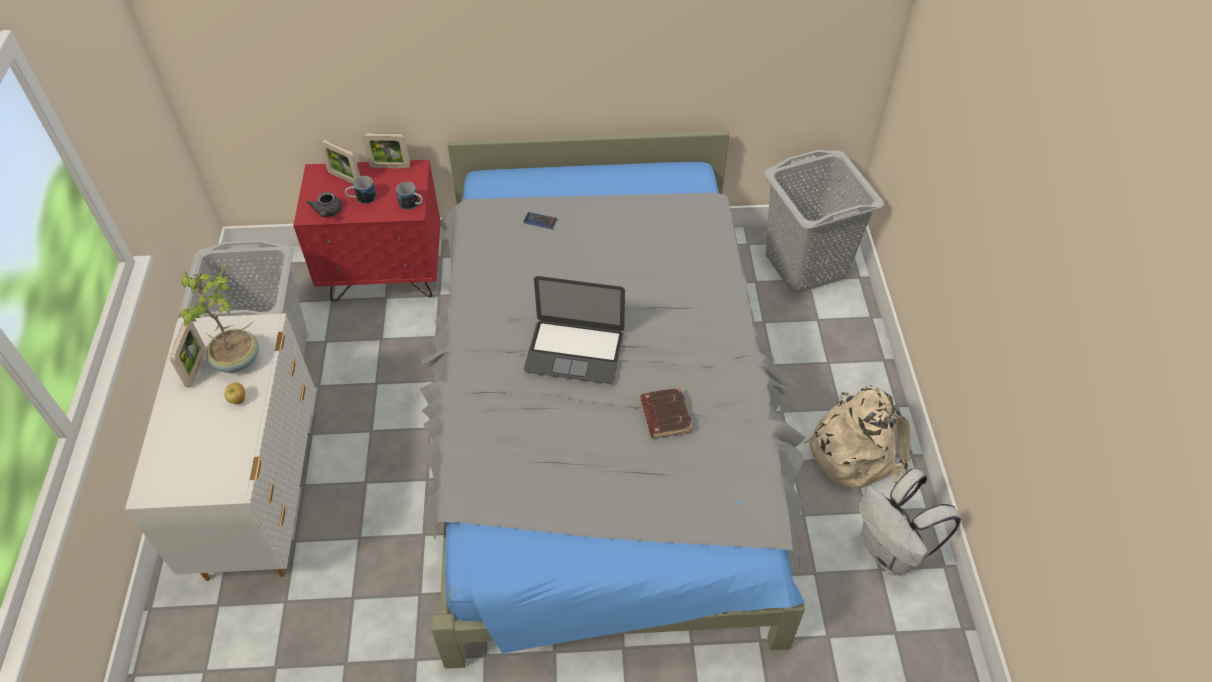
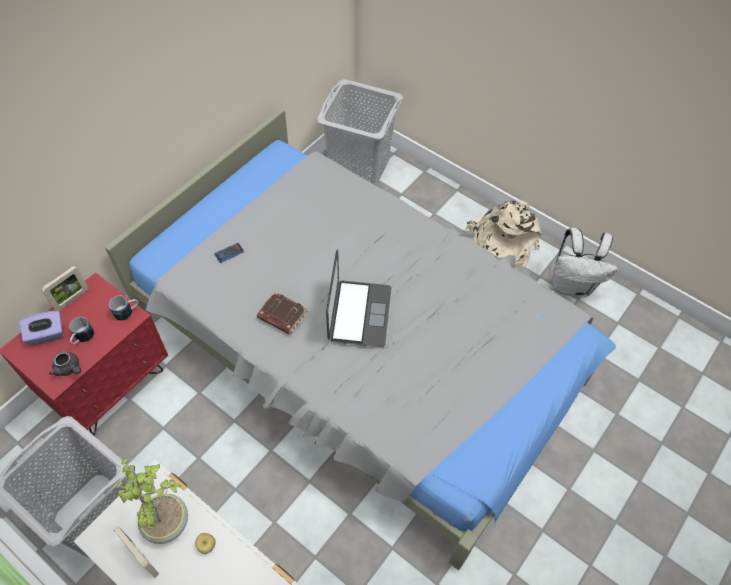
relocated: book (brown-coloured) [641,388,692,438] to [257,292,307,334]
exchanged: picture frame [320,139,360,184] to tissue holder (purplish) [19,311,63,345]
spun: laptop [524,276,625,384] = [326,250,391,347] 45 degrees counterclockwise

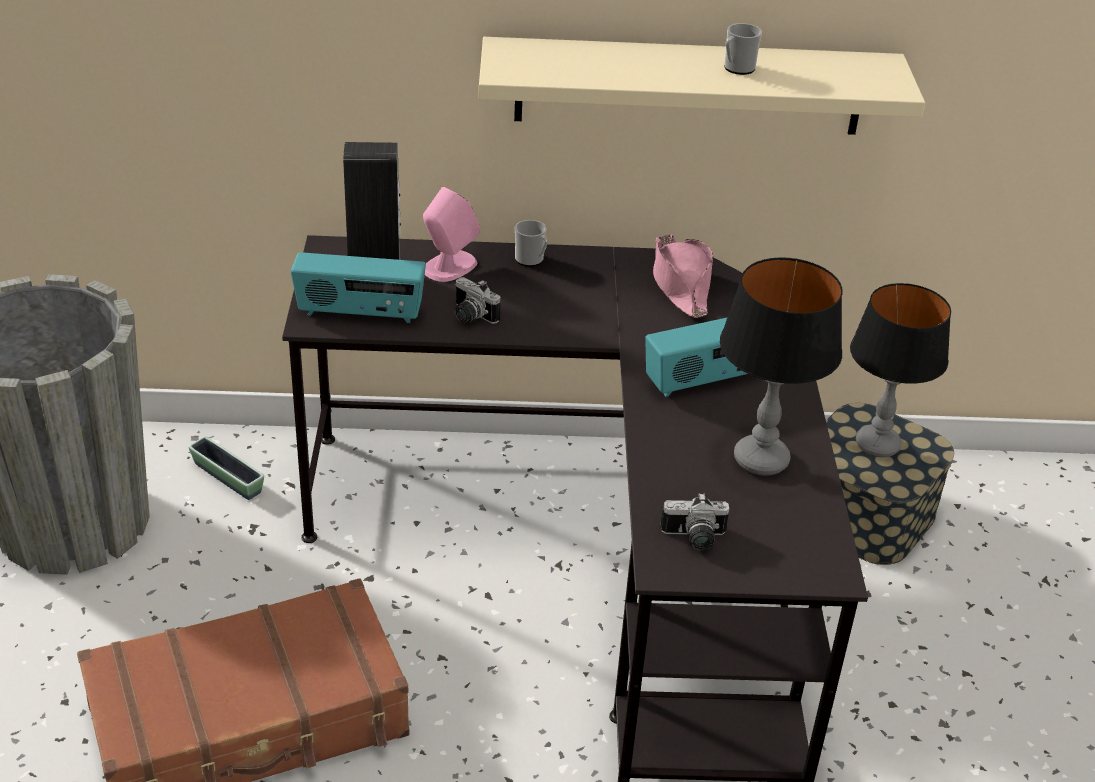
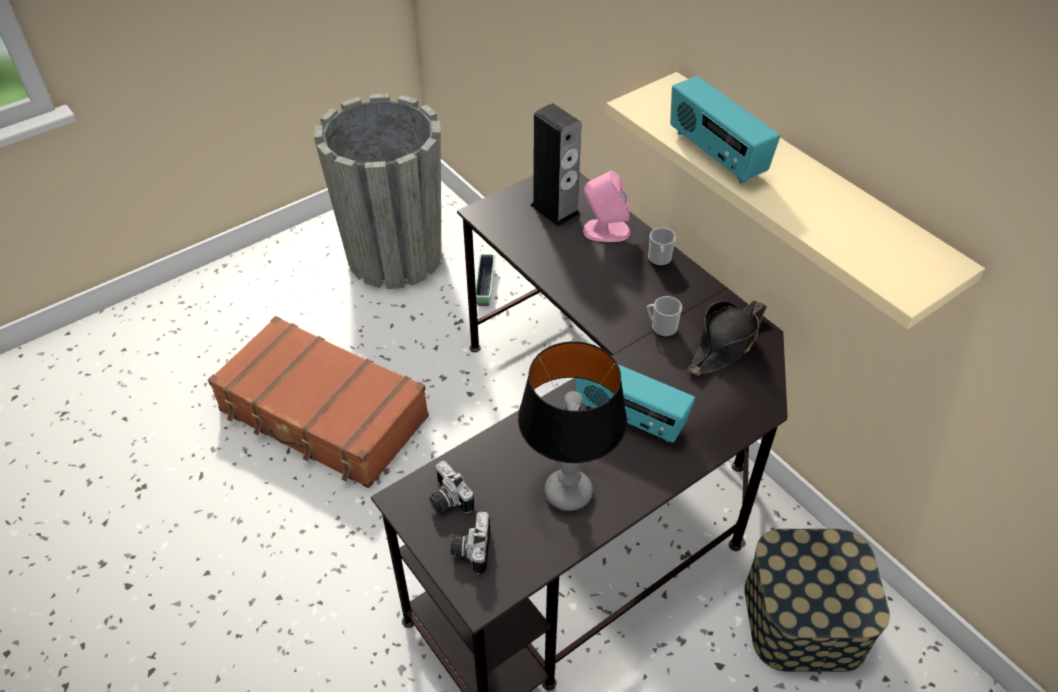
missing: lamp for a table [850,283,951,457]
relocated: radio set [291,252,426,323] to [670,76,780,184]; still camera [455,277,500,324] to [450,512,490,574]; tea mug [724,23,762,75] to [647,296,682,337]
colour: wearable hat (pink) [653,235,713,318] to wearable hat (blackish) [687,300,767,375]

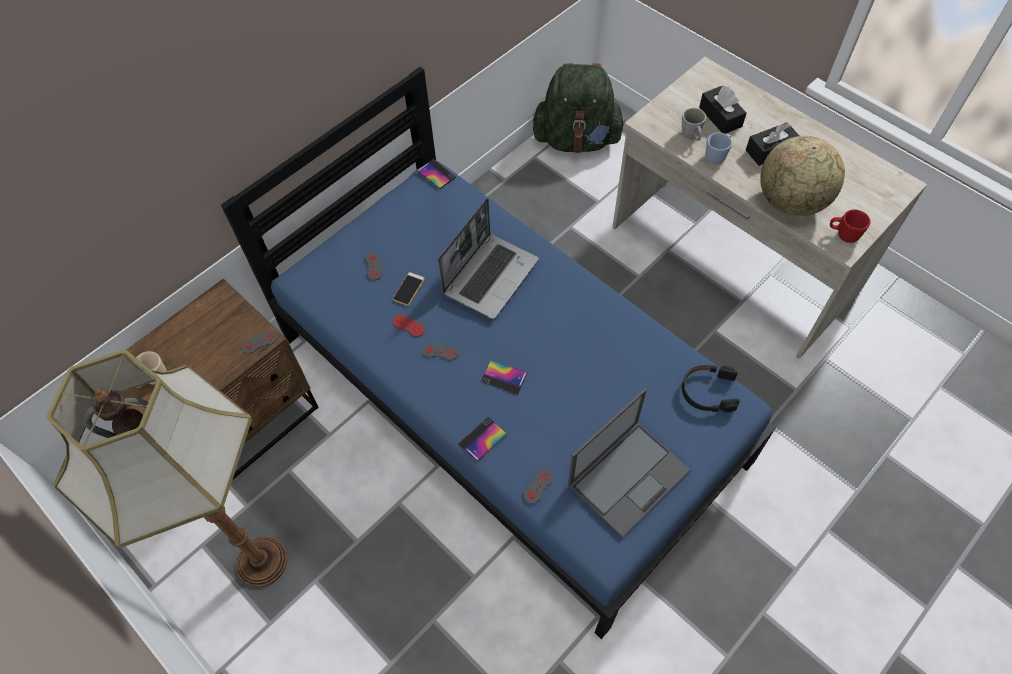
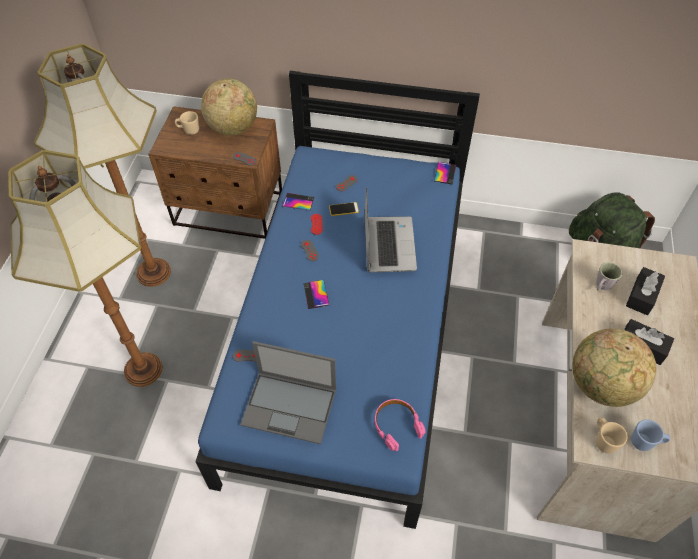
appeared: standard lamp [8,150,162,387]; world globe [201,79,257,136]
relocated: phone [458,417,507,462] to [282,193,314,211]; tea mug (bluish) [705,132,732,164] to [631,419,670,451]
colour: headset (blackish) [682,365,740,412] to headset (pink) [375,399,425,451]; tea mug (red-coloured) [830,210,870,243] to tea mug (beige) [596,417,628,454]
spun: laptop [438,198,539,319] = [365,187,417,272] 90 degrees counterclockwise

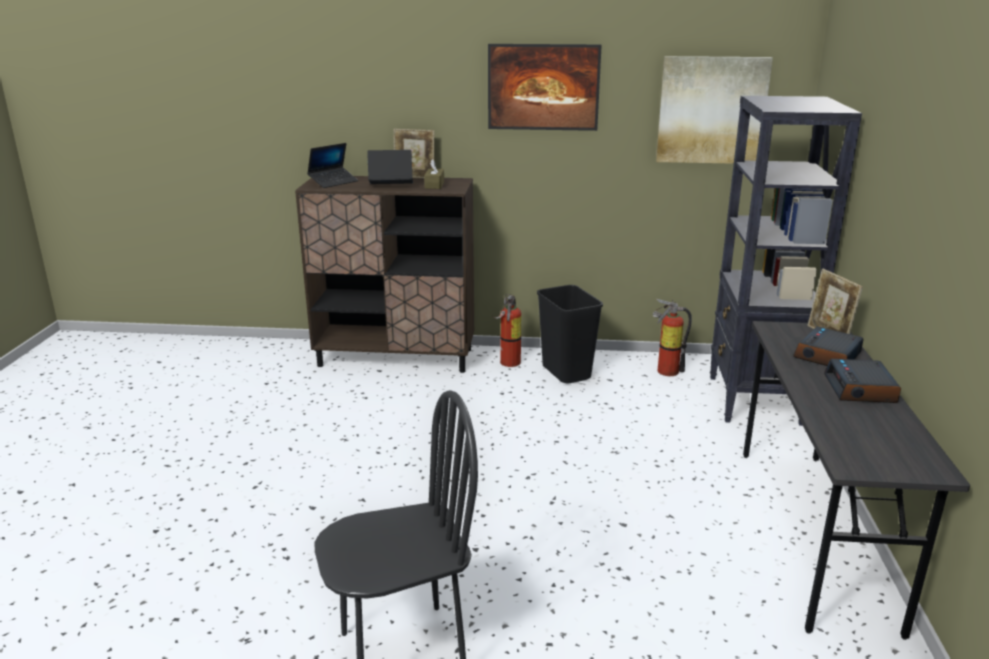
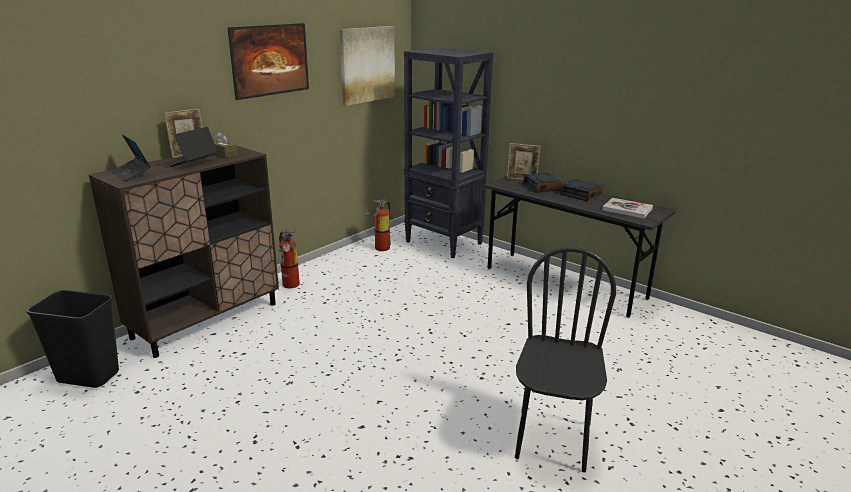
appeared: book [602,198,653,219]
relocated: trash can (blackish) [537,285,603,383] to [26,290,119,388]
spun: laptop [307,143,358,188] = [112,134,151,182] 150 degrees clockwise

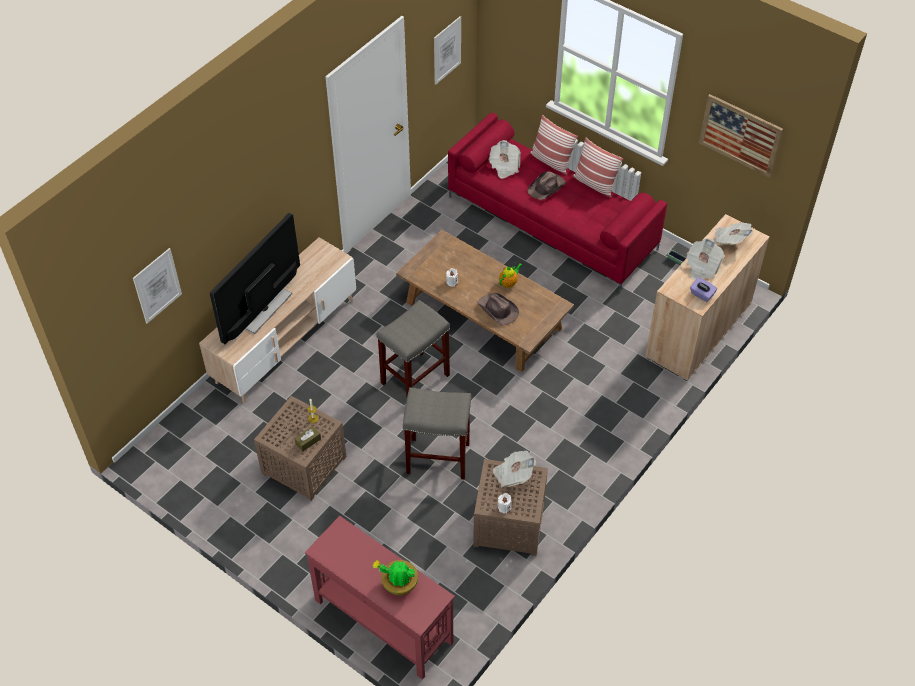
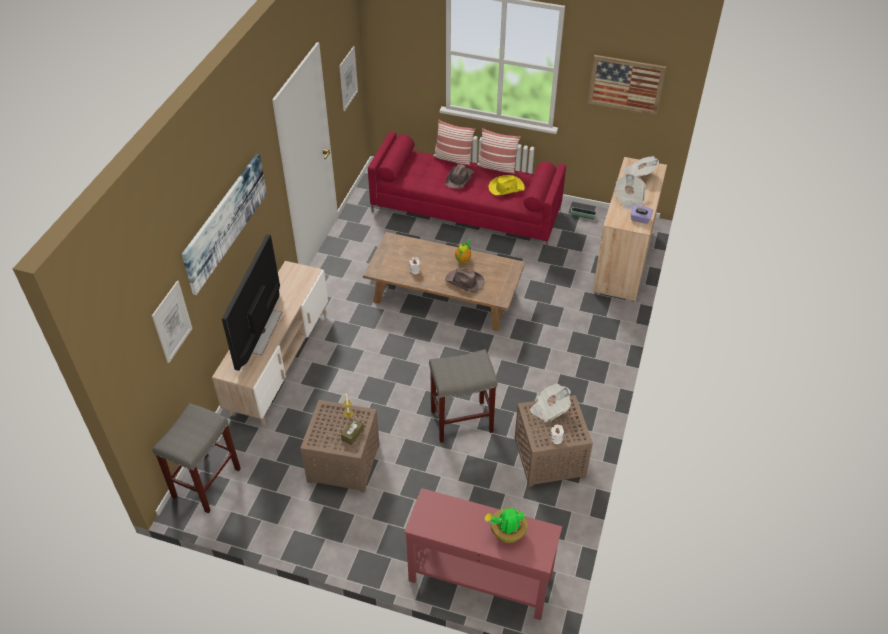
missing: daily paper [489,140,521,179]
appeared: wall picture [182,153,267,295]; wearable hat (yellowish) [488,175,525,195]
relocated: stool seat (greyish) [376,300,450,396] to [153,403,241,513]

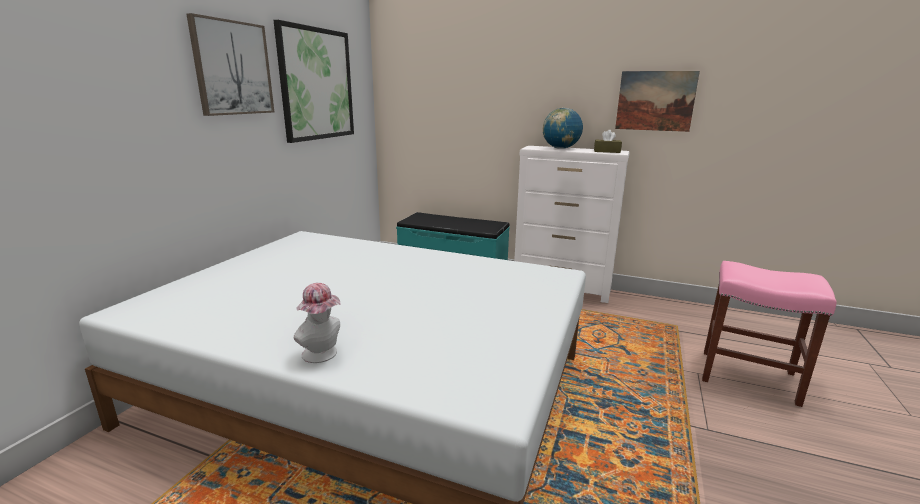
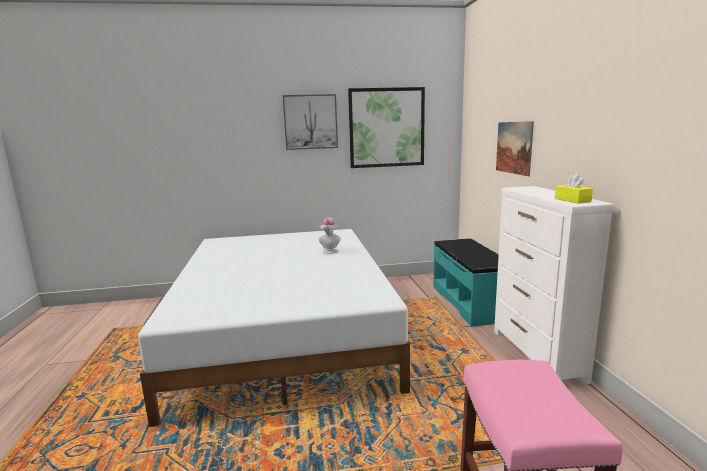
missing: world globe [543,108,583,149]
relocated: wearable hat [293,283,341,363] to [319,217,341,254]; wall picture [615,71,700,132] to [496,121,534,176]
colour: tissue holder (brown-coloured) [594,130,622,153] to tissue holder (yellowish) [555,174,593,204]

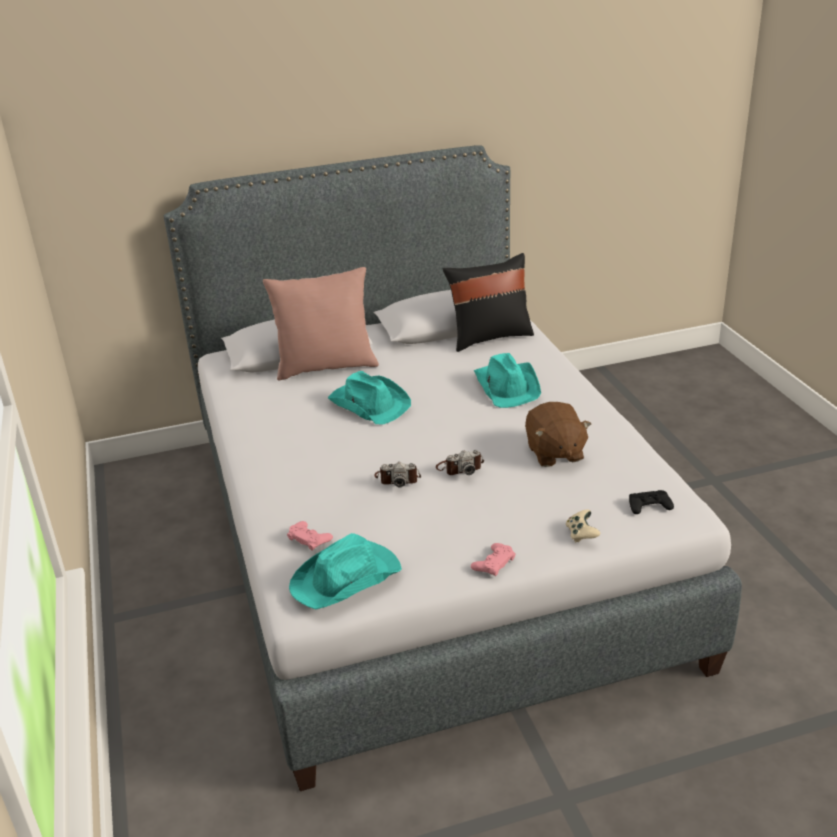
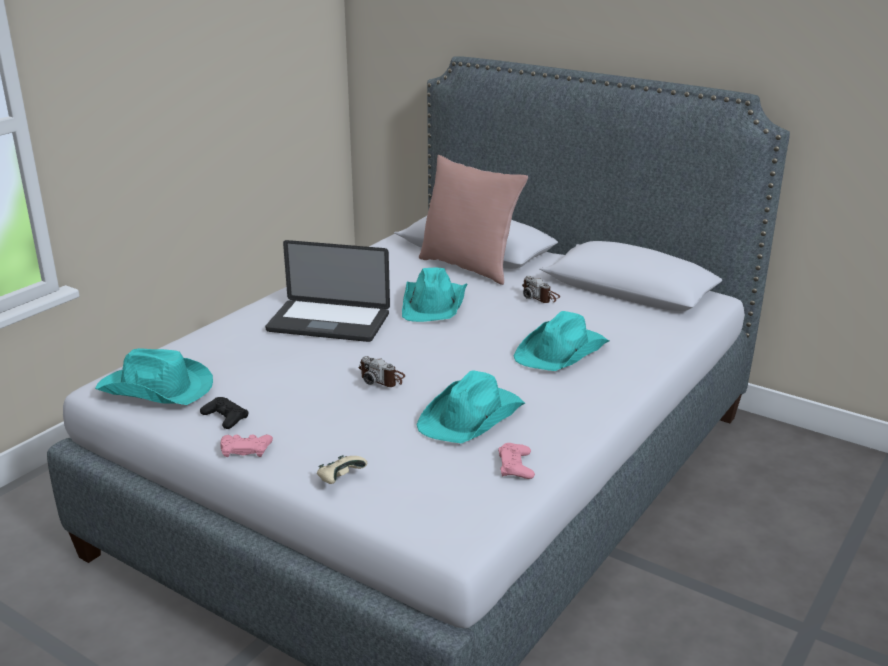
missing: throw pillow (blackish) [443,253,534,352]
appeared: laptop [265,240,390,342]
relocated: joypad (pink) [287,521,333,551] to [498,443,535,479]; still camera [374,462,421,488] to [522,276,560,303]; joypad (blackish) [629,490,674,514] to [200,397,249,429]
exchanged: plush toy (brown-coloured) [525,402,591,467] to wearable hat (turquoise) [416,371,525,443]

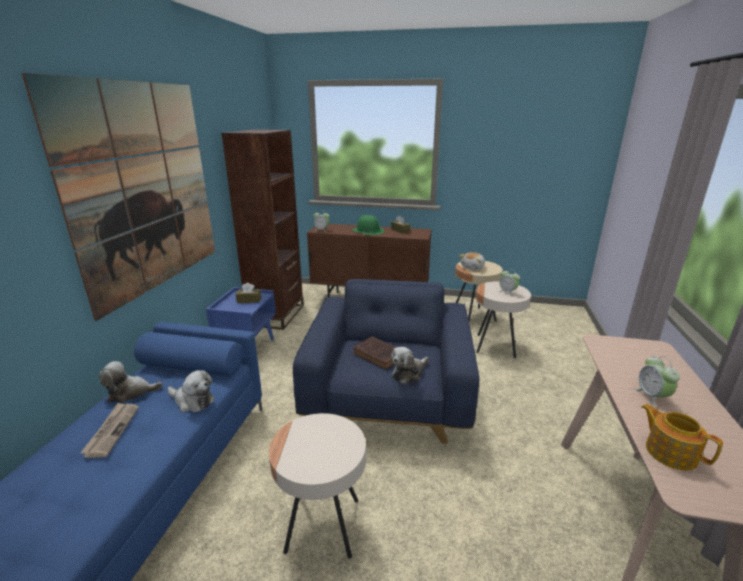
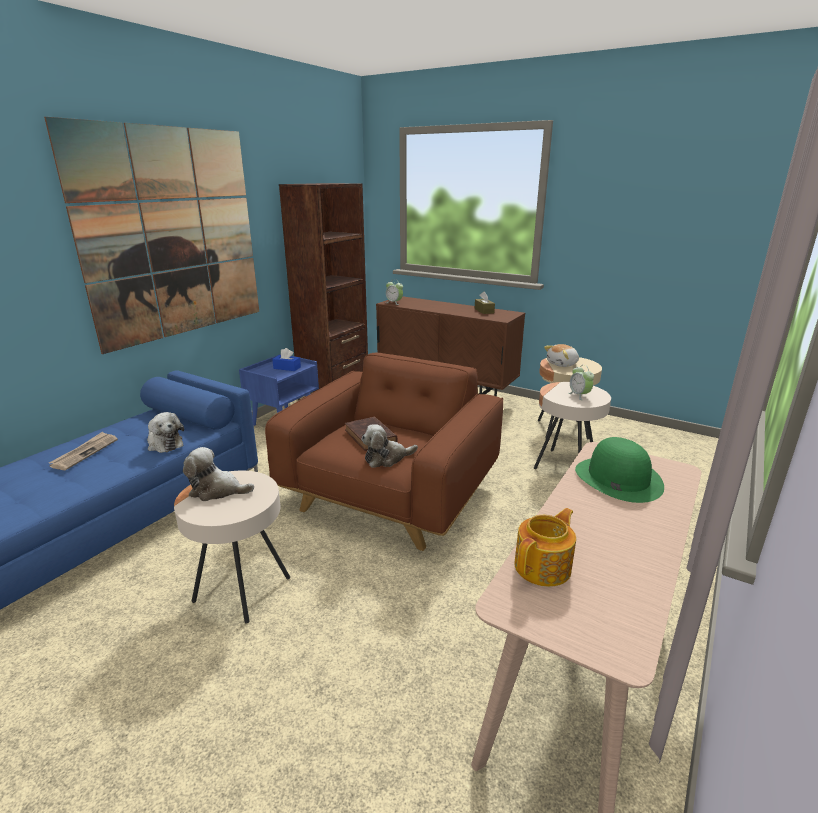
missing: bedside clock [634,356,680,407]
relocated: plush toy [99,361,163,403] to [183,447,254,501]; wearable hat (greenish) [352,215,384,235] to [575,437,664,503]
colour: tissue holder (brown-coloured) [236,283,261,303] to tissue holder (bluish) [272,348,301,371]; armchair (bluish) [293,279,480,444] to armchair (brown-coloured) [265,353,503,551]
spun: pot for tea [641,404,723,470] = [514,508,576,587] 60 degrees clockwise

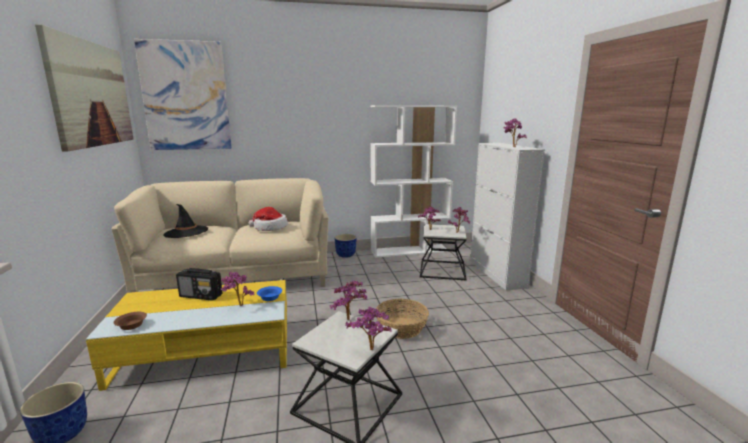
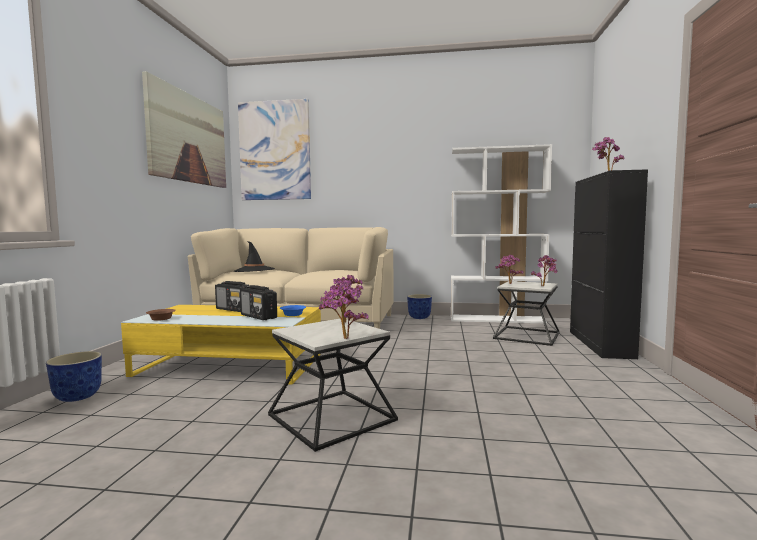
missing: wearable hat [249,207,288,231]; storage basket [377,299,429,339]
exchanged: plant in a pot [221,272,254,306] to radio set [240,285,277,320]
colour: cupboard (white-coloured) [471,143,545,291] to cupboard (blackish) [570,169,648,359]

